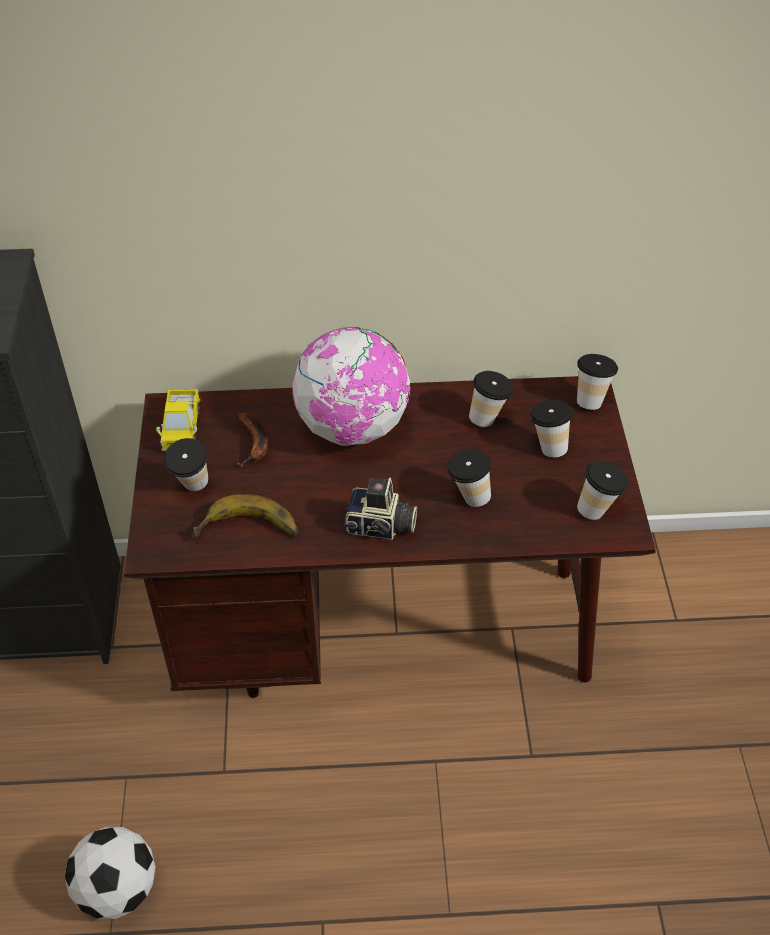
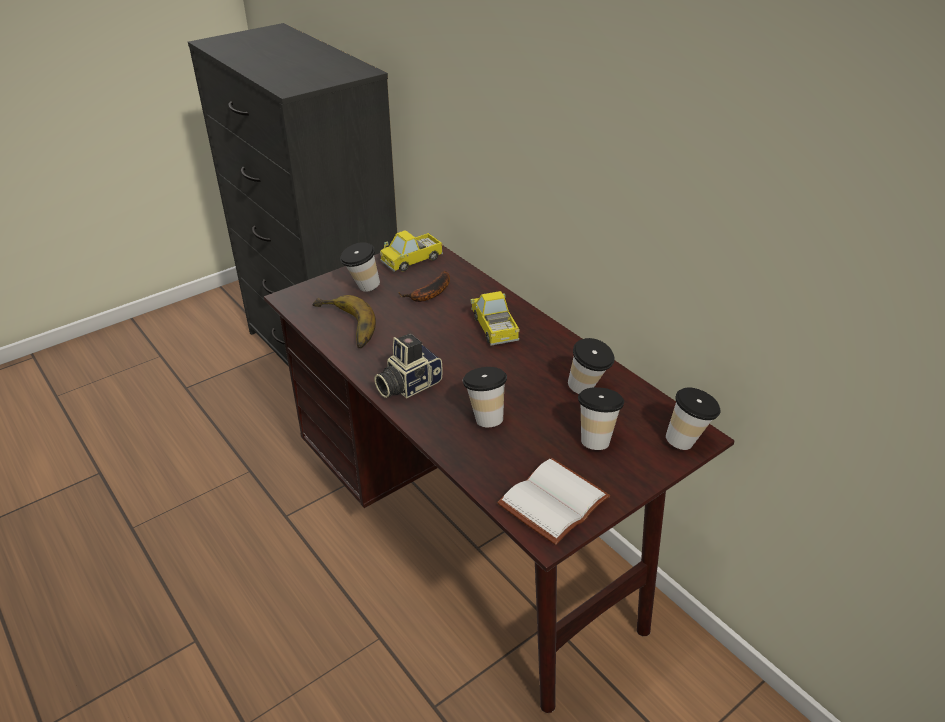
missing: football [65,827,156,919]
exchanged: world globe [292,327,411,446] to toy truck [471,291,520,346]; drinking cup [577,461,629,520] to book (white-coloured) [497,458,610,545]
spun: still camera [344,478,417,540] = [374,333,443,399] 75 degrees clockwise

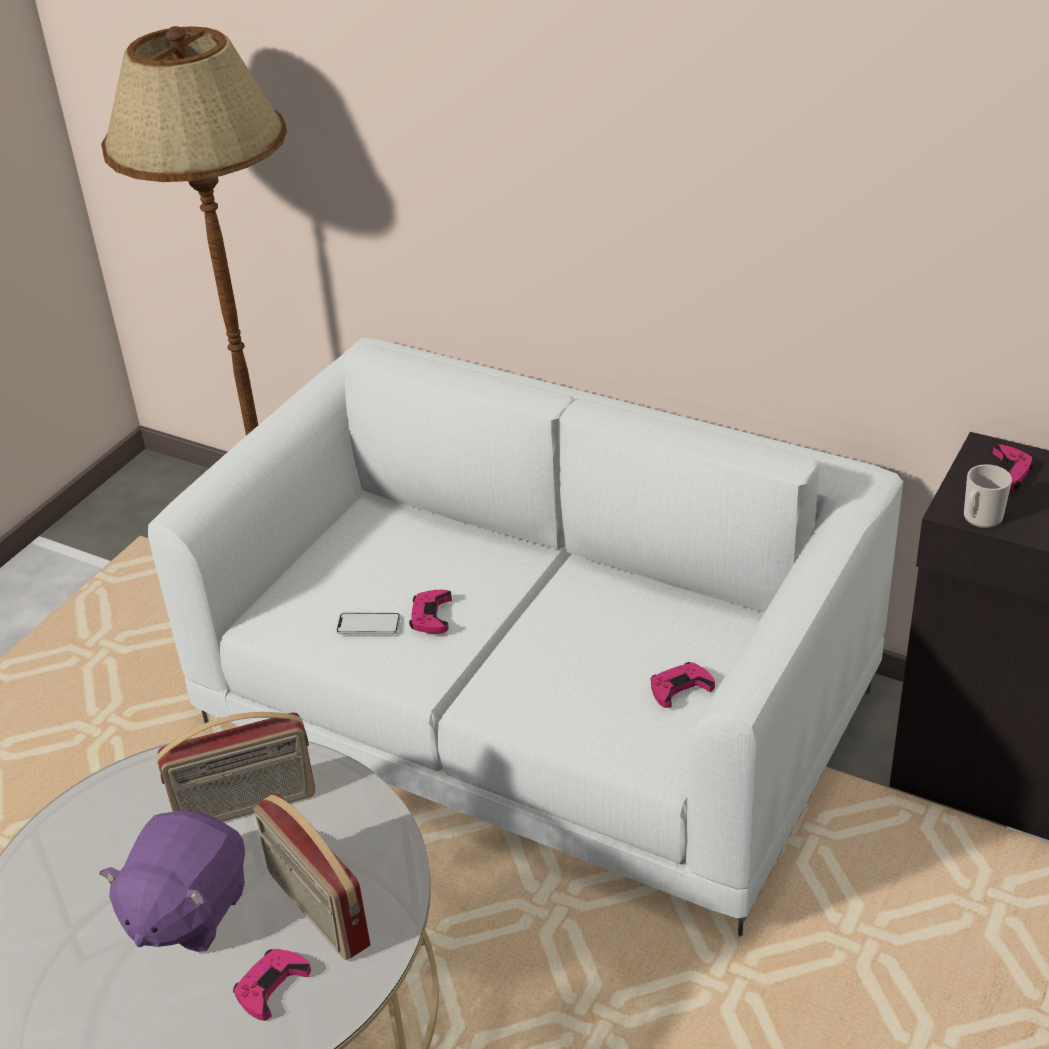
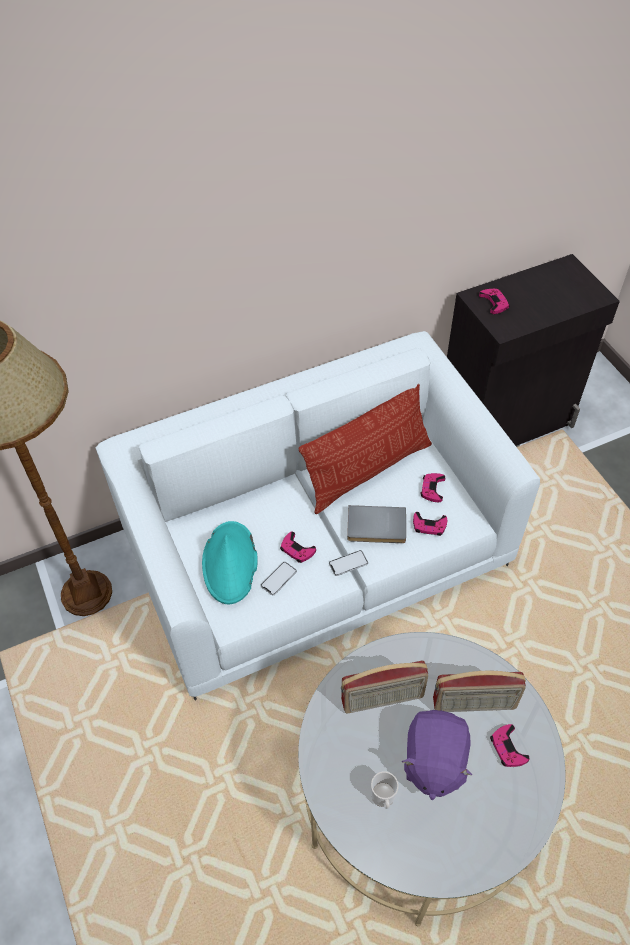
appeared: wearable hat (turquoise) [202,521,258,605]; throw pillow [299,383,432,514]; phone [329,550,368,576]; book (greyish) [347,505,406,543]; joypad (pink) [413,512,447,536]
relocated: tea mug [964,464,1012,528] to [371,772,399,809]
spun: plush toy (purplish) [99,810,245,952] = [402,710,472,800] 45 degrees clockwise; radio set [157,712,315,822] = [341,661,428,713] 60 degrees clockwise

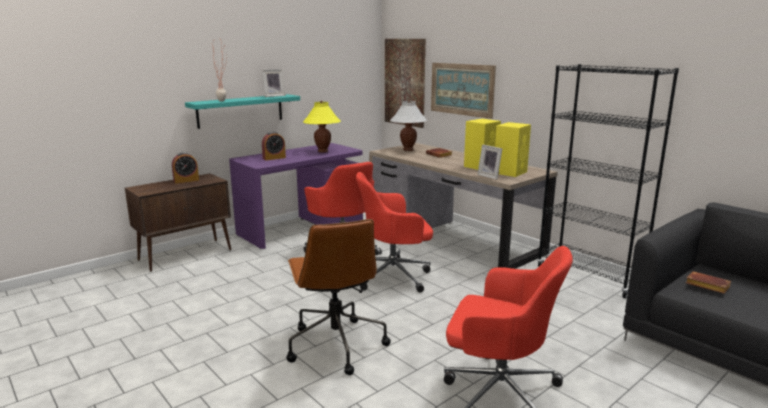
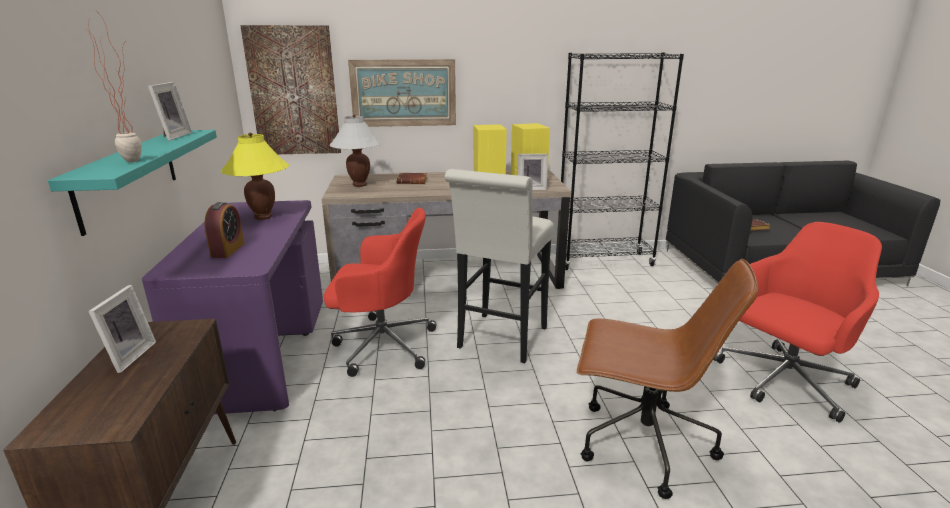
exchanged: bedside clock [172,152,199,183] to picture frame [88,285,156,373]; desk chair (red-coloured) [356,172,433,293] to stool seat (white-coloured) [445,169,554,363]

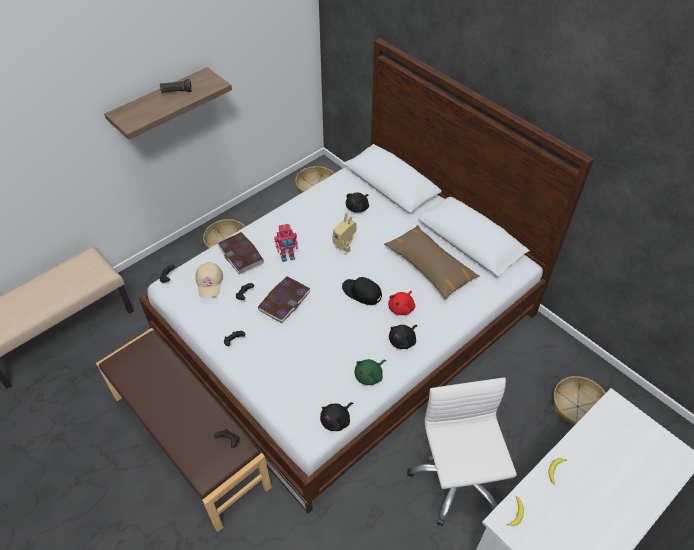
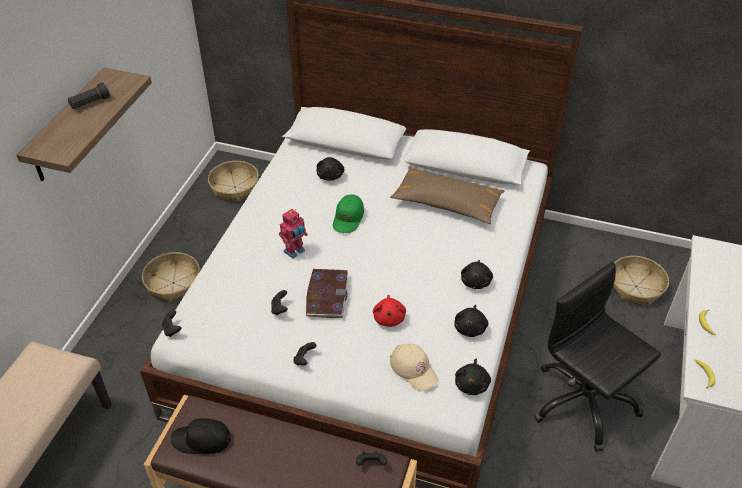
missing: book [217,232,264,274]
relocated: cap (beige) [195,262,223,298] to [390,344,438,391]; cap (blackish) [342,277,382,305] to [170,418,230,454]; plush toy (red-coloured) [388,291,415,315] to [373,295,406,327]
exchanged: robot figure [332,212,357,255] to cap (greenish) [333,195,364,233]
colour: plush toy (greenish) [354,359,386,385] to plush toy (blackish) [454,305,488,337]; desk chair (white-coloured) [407,378,517,526] to desk chair (blackish) [534,262,661,452]

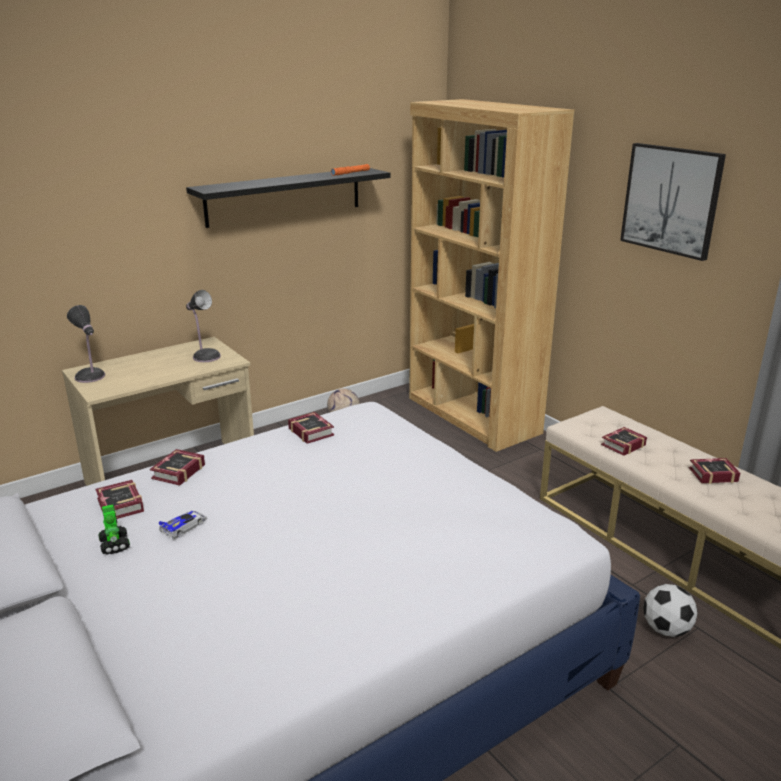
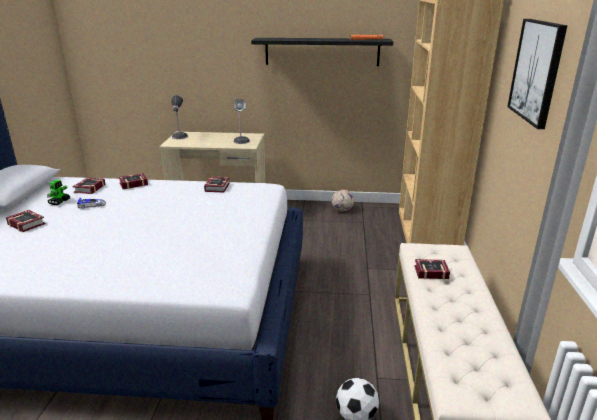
relocated: book [689,458,741,484] to [6,210,46,232]

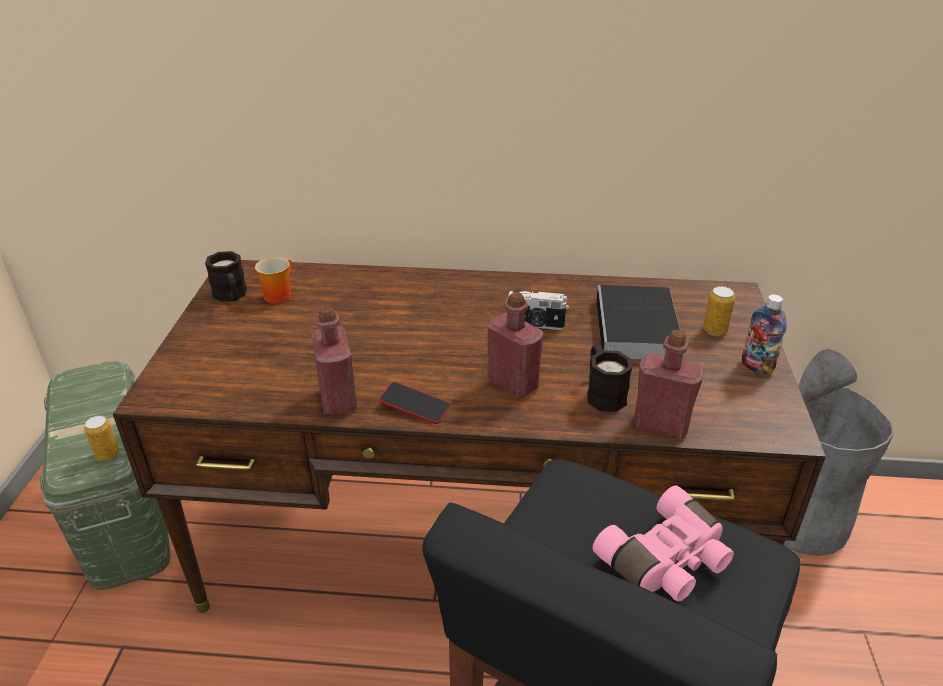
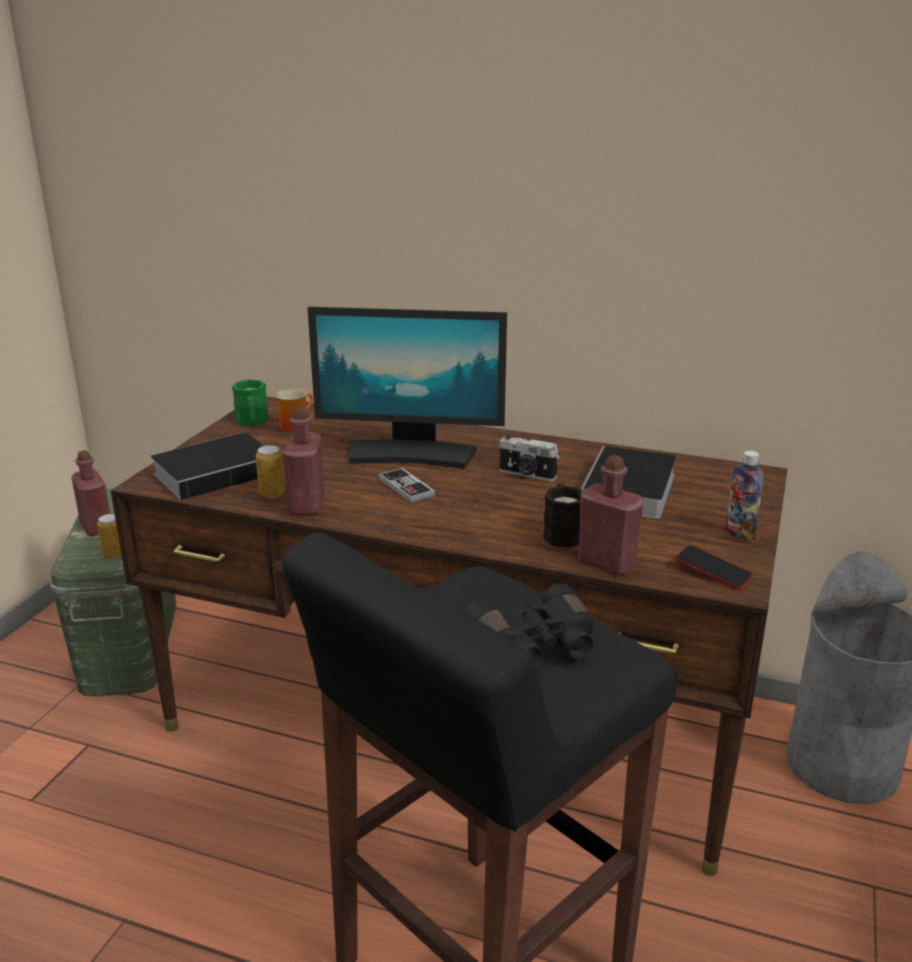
appeared: book [151,432,264,500]; monitor [307,307,507,469]; joypad [379,468,435,503]
relocated: phone [379,382,450,424] to [675,545,753,590]; bottle (red-coloured) [487,292,543,398] to [71,450,110,536]; metal can [703,286,735,336] to [256,445,285,498]
colour: tea mug (blackish) [205,251,247,302] to tea mug (greenish) [232,379,269,426]; pair of binoculars (pink) [592,485,734,602] to pair of binoculars (blackish) [464,583,594,667]

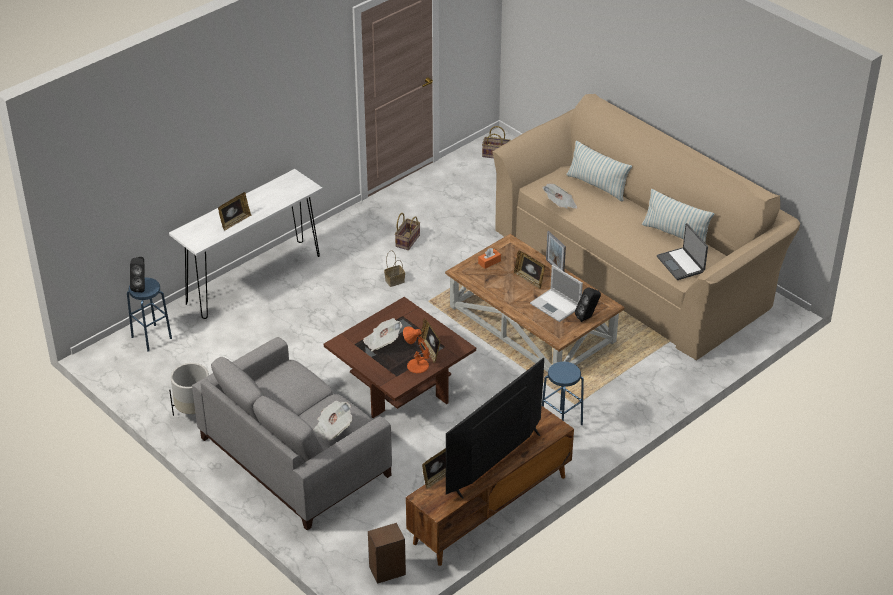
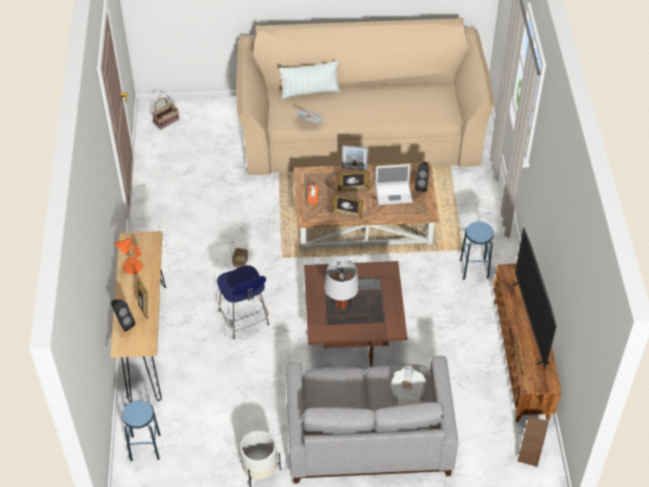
missing: storage basket [395,213,420,250]; throw pillow [642,189,714,242]; laptop [657,223,708,280]
appeared: stool seat (bluish) [217,265,269,339]
relocated: audio speaker (blackish) [130,257,145,292] to [111,300,135,332]; lamp for a table (orangey) [403,326,430,373] to [115,237,143,274]; picture frame [420,318,441,363] to [331,194,363,220]
exchanged: daily paper [363,318,402,351] to lamp for a table (greyish) [324,258,359,315]
colour: hall table (white-coloured) [169,169,323,319] to hall table (brown-coloured) [110,231,166,402]

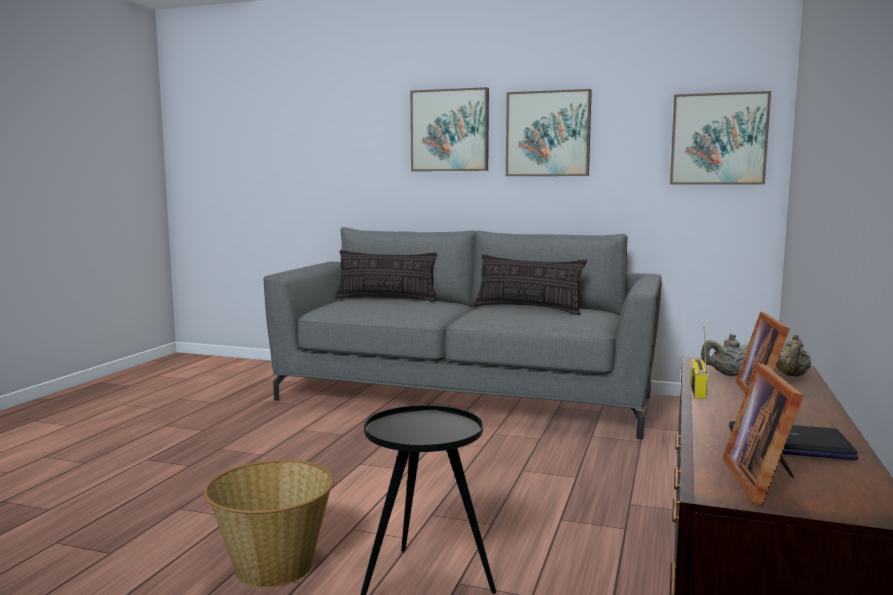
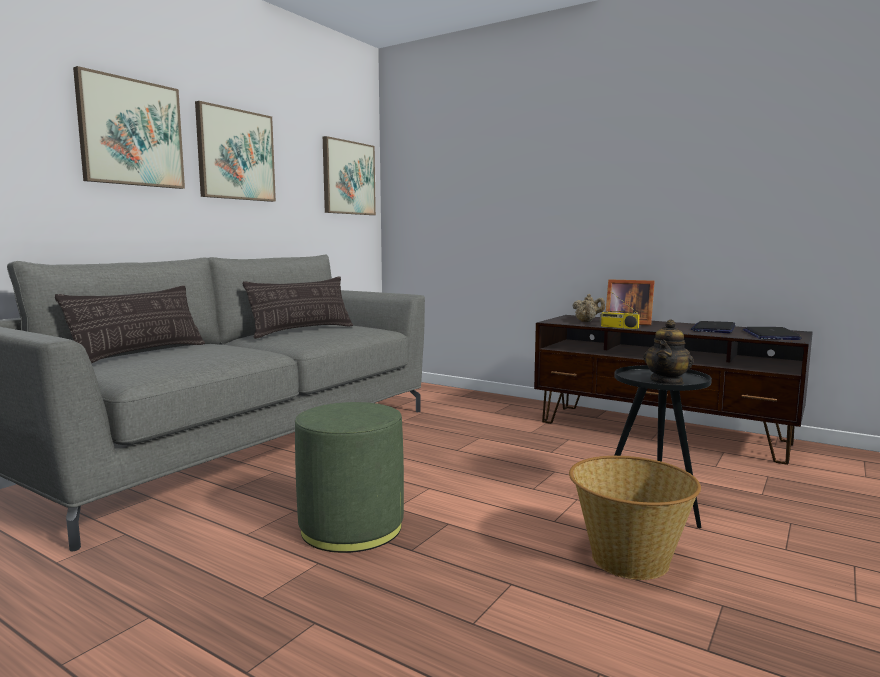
appeared: pouffe (greenish) [295,402,404,553]; pot for tea [643,319,694,385]
exchanged: picture frame [722,363,804,506] to laptop [743,327,802,340]

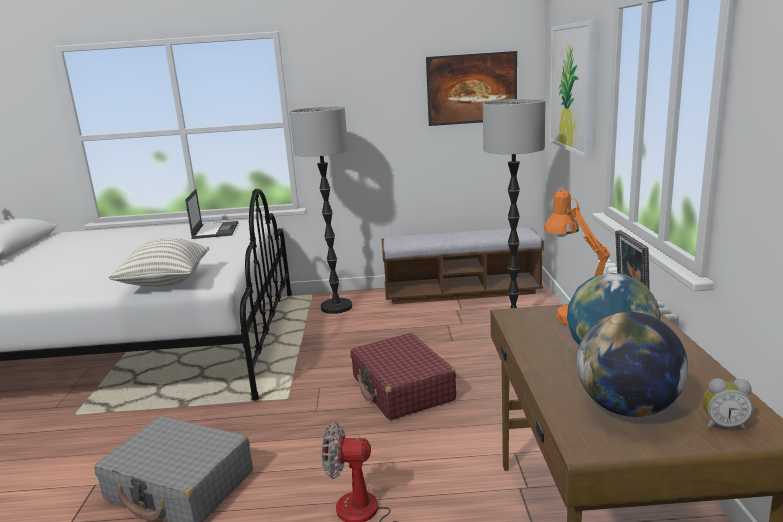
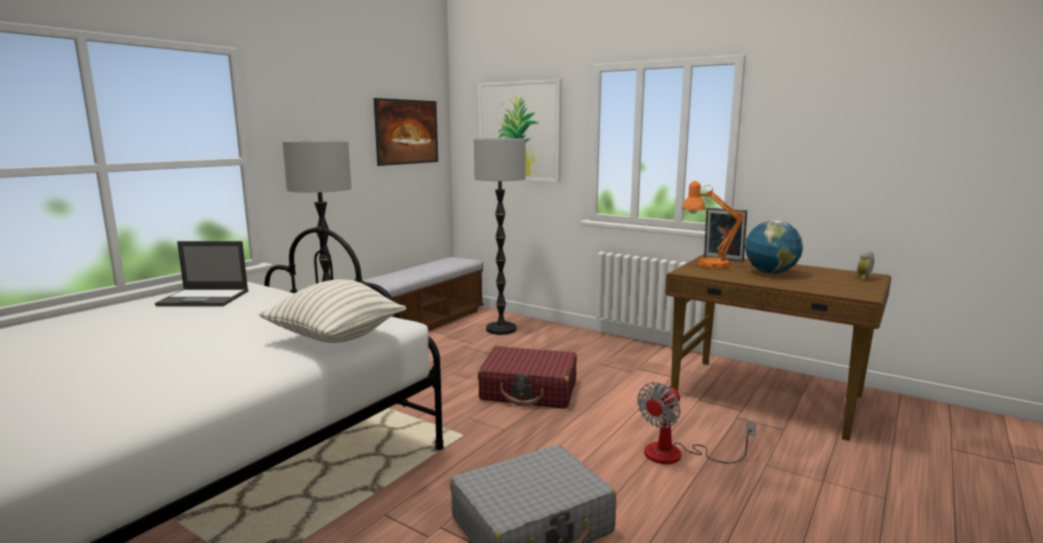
missing: world globe [577,312,688,417]
spun: laptop [185,189,238,239] = [155,241,248,306] 150 degrees clockwise

